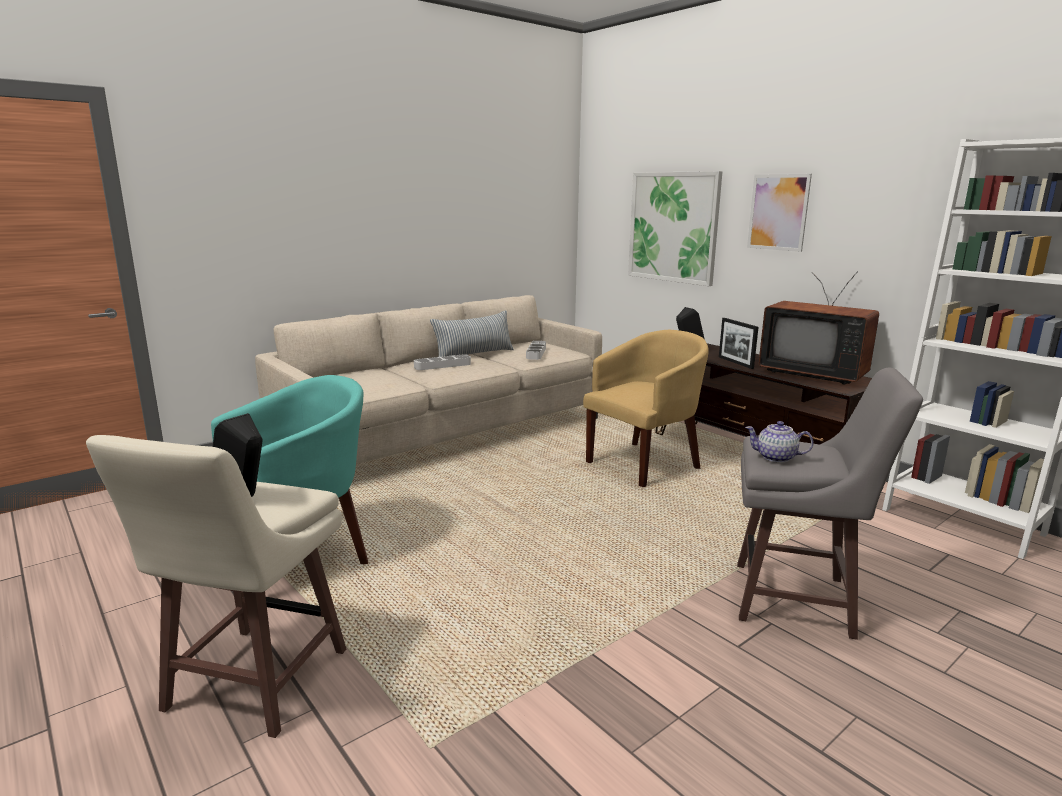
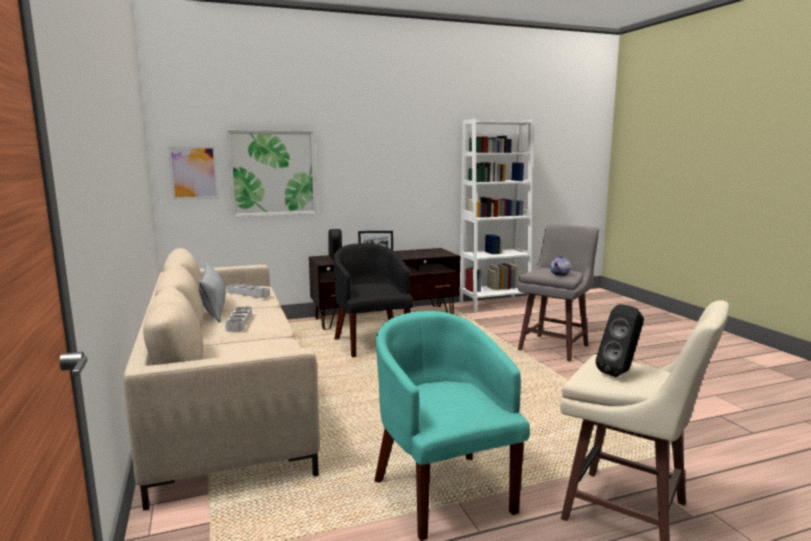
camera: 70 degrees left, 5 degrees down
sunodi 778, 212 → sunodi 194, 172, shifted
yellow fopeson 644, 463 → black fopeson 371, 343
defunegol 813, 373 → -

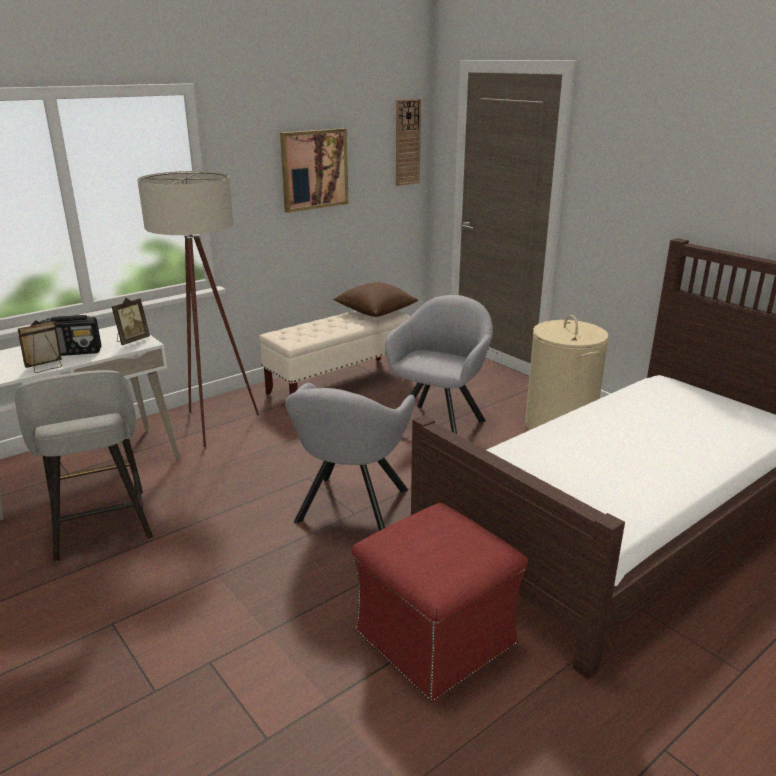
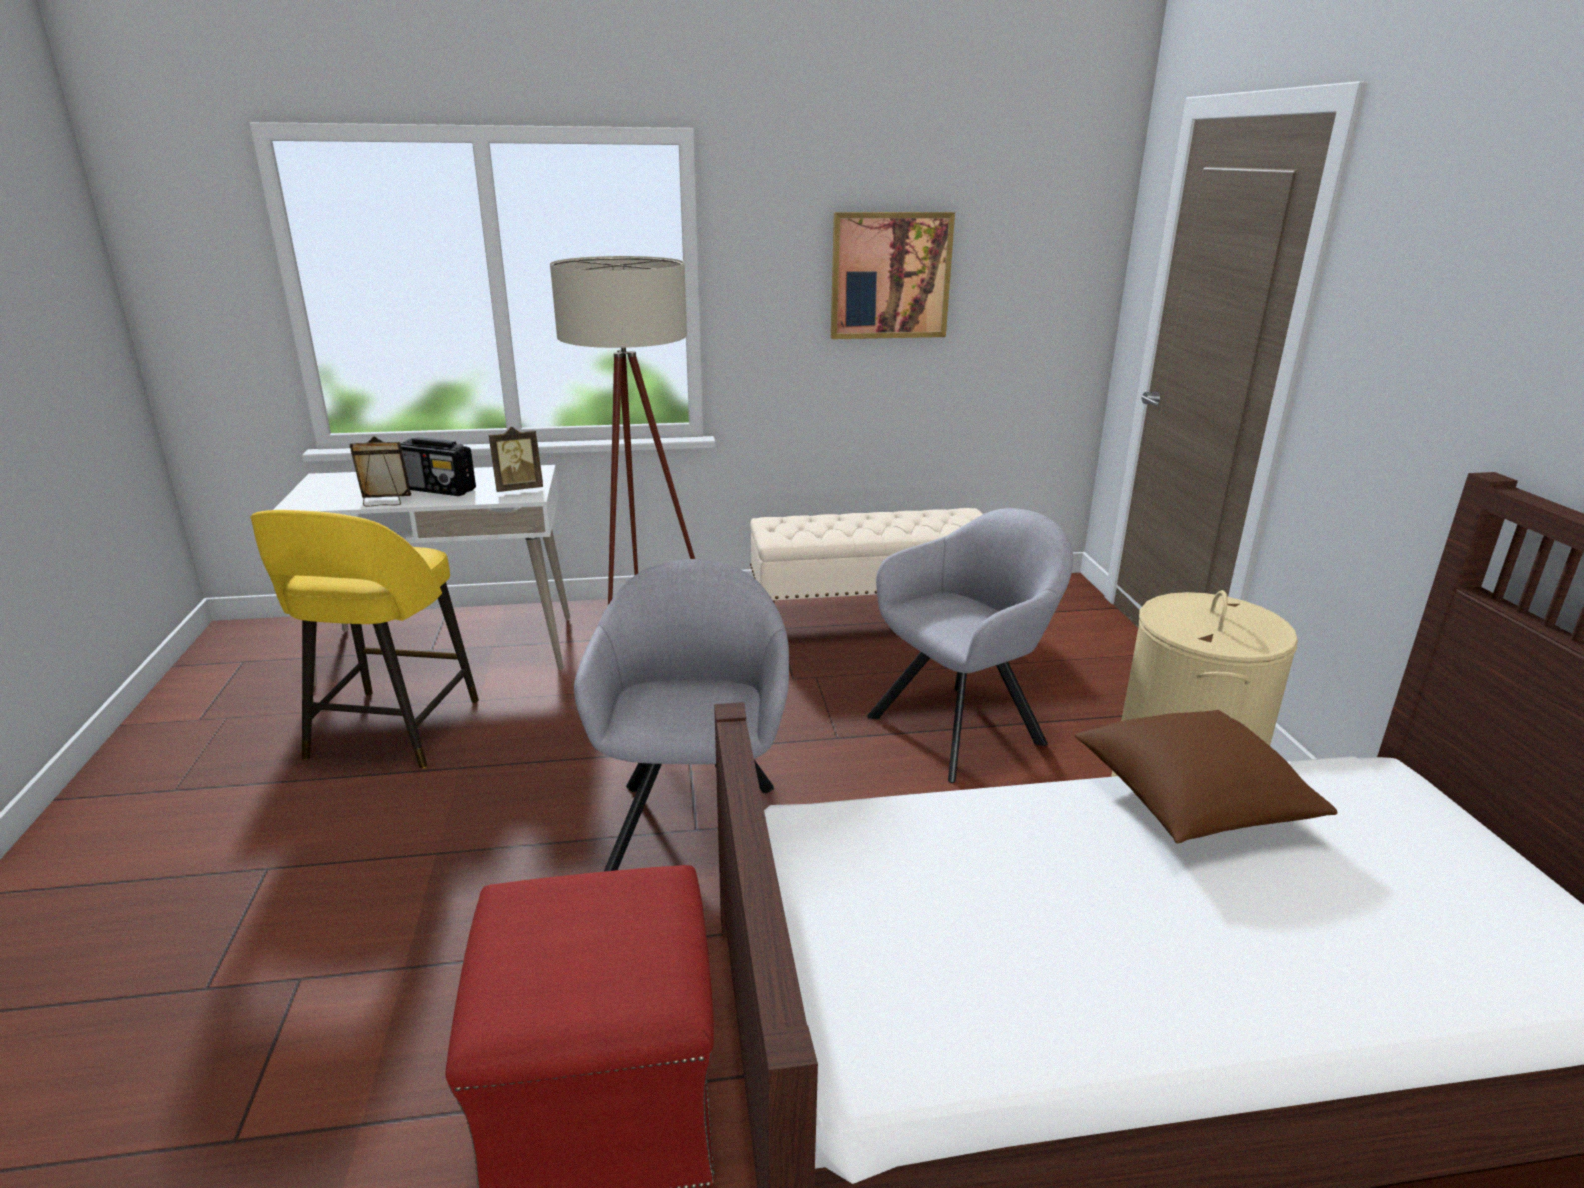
camera: 30 degrees right, 0 degrees up
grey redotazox 101, 527 → yellow redotazox 391, 731
grey fopeson 350, 509 → grey fopeson 696, 820, 135 degrees clockwise
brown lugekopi 375, 312 → brown lugekopi 1190, 802, shifted
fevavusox 407, 142 → -

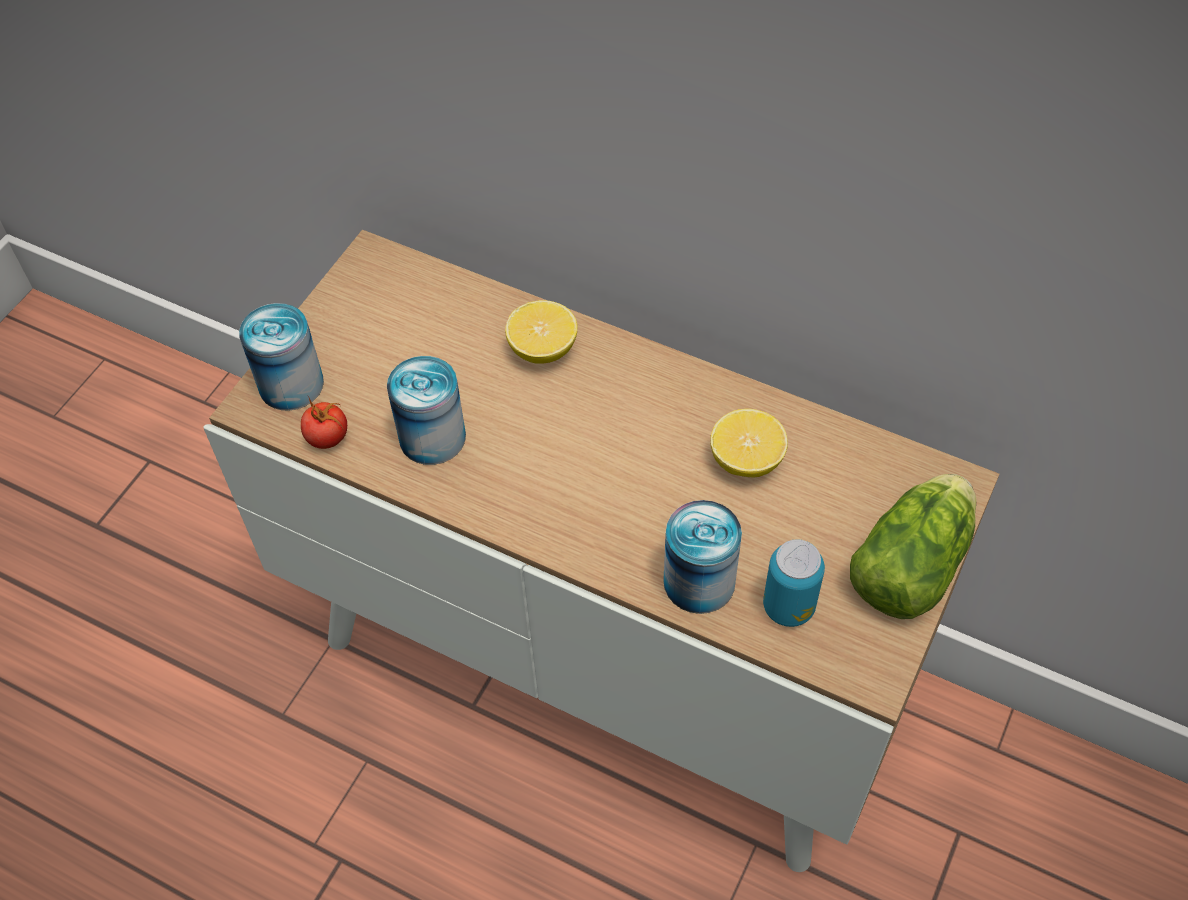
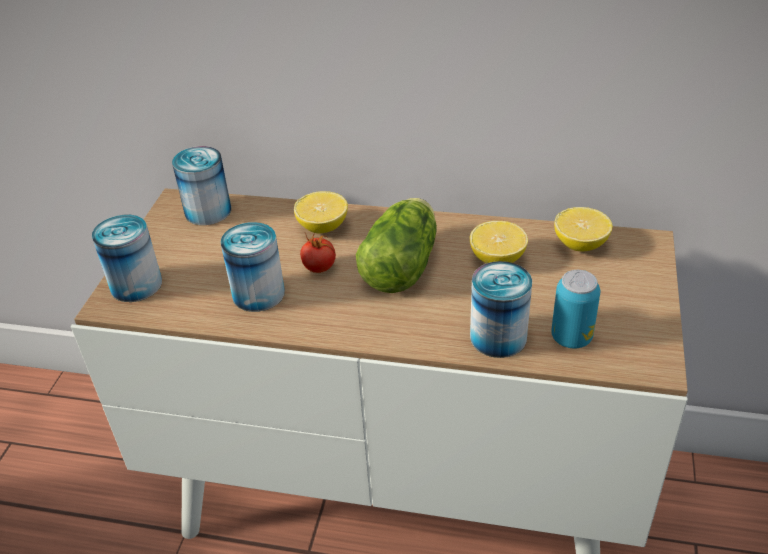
camera: 15 degrees left, 15 degrees down
- → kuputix 208, 211
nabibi 328, 438 → nabibi 319, 268, shifted
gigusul 914, 562 → gigusul 403, 263, shifted
- → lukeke 580, 245

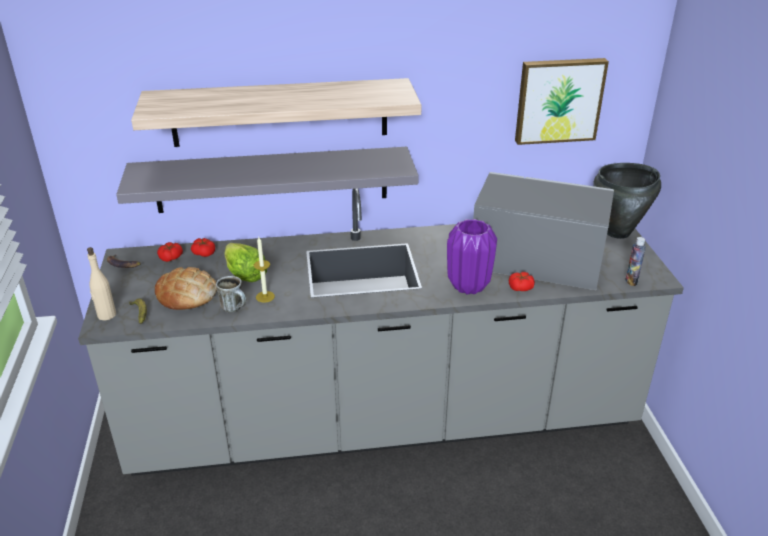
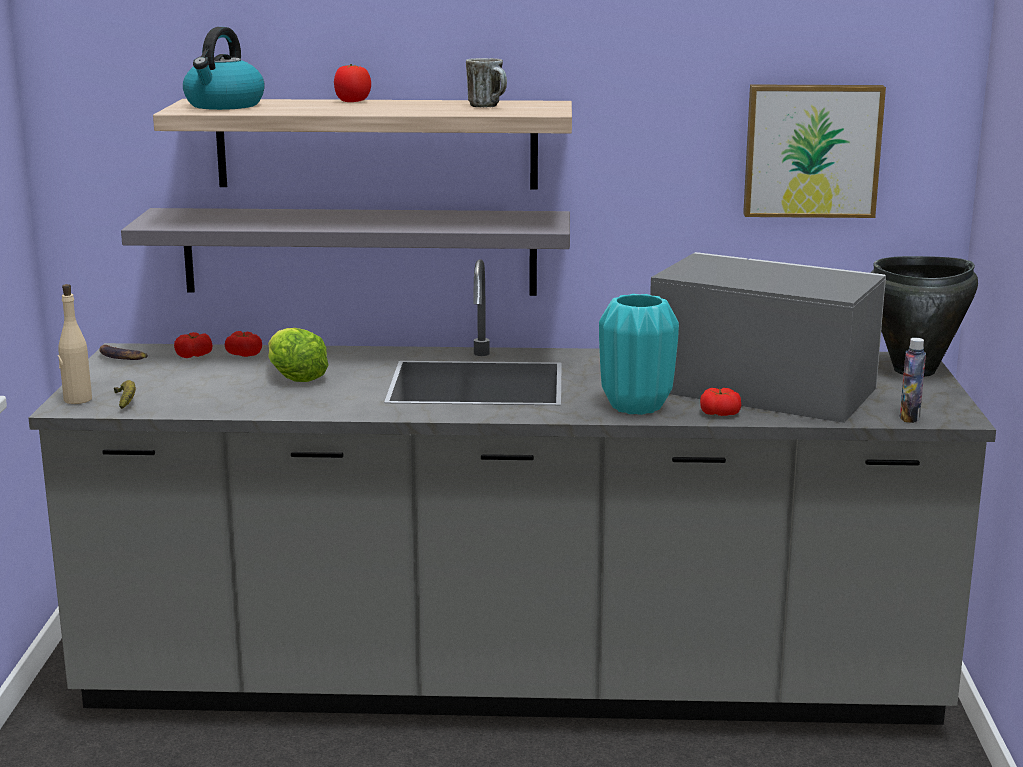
camera: 10 degrees right, 15 degrees down
- → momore 224, 105
- → nabibi 352, 102
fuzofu 235, 308 → fuzofu 489, 106, shifted
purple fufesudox 468, 285 → turquoise fufesudox 636, 406
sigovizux 187, 294 → -
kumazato 265, 296 → -

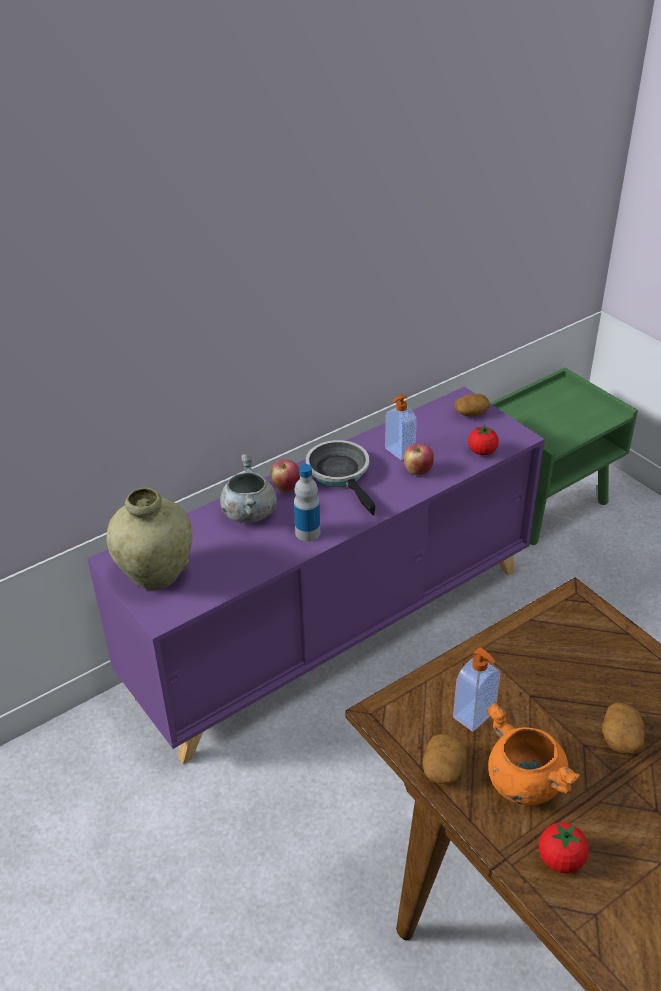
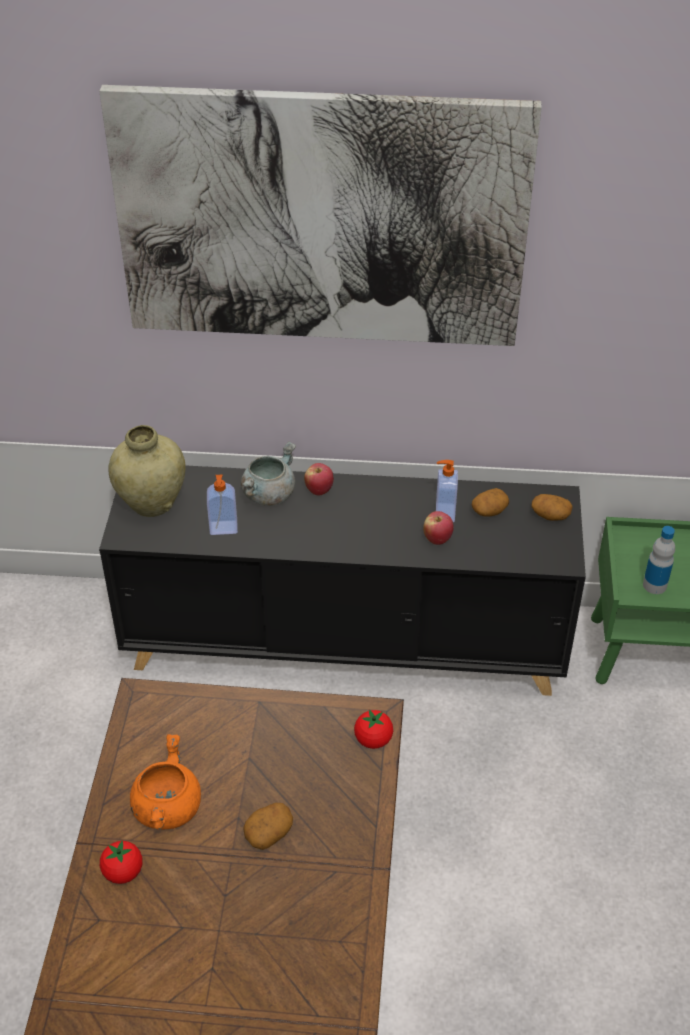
camera: 40 degrees right, 5 degrees up
- → sunodi 321, 220
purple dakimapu 334, 628 → black dakimapu 346, 642
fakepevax 475, 715 → fakepevax 223, 528, shifted
nabibi 482, 452 → nabibi 373, 739, shifted
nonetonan 443, 769 → nonetonan 489, 511, shifted
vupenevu 307, 533 → vupenevu 654, 585, shifted
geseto 341, 474 → -

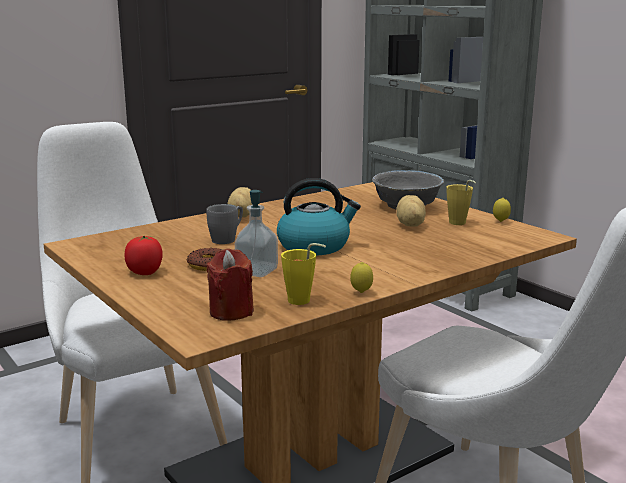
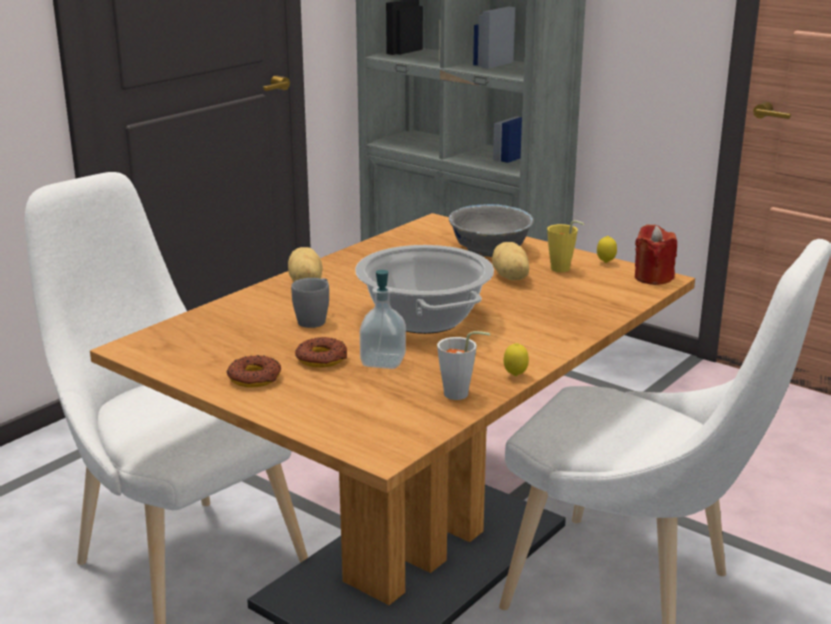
camera: 15 degrees left, 5 degrees up
nabibi 145, 272 → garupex 254, 378
momore 315, 246 → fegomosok 423, 318
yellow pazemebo 303, 302 → grey pazemebo 461, 395
red kumazato 231, 311 → red kumazato 653, 278, shifted

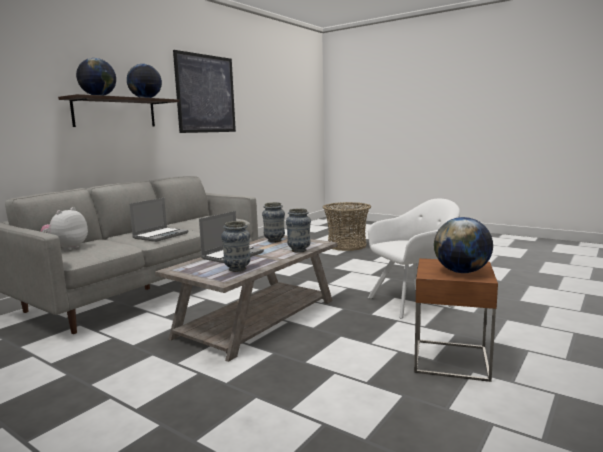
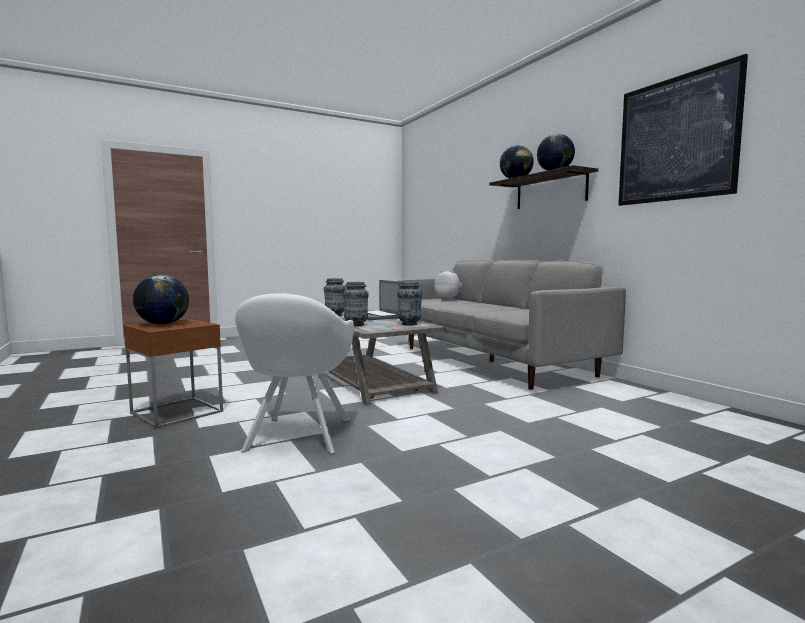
camera: 115 degrees right, 5 degrees down
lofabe 161, 235 → -
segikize 347, 245 → -

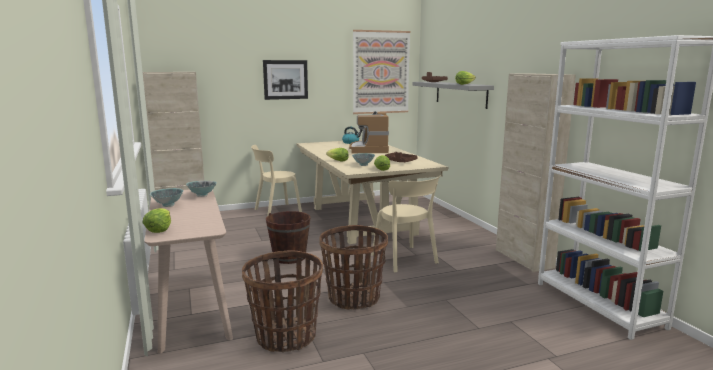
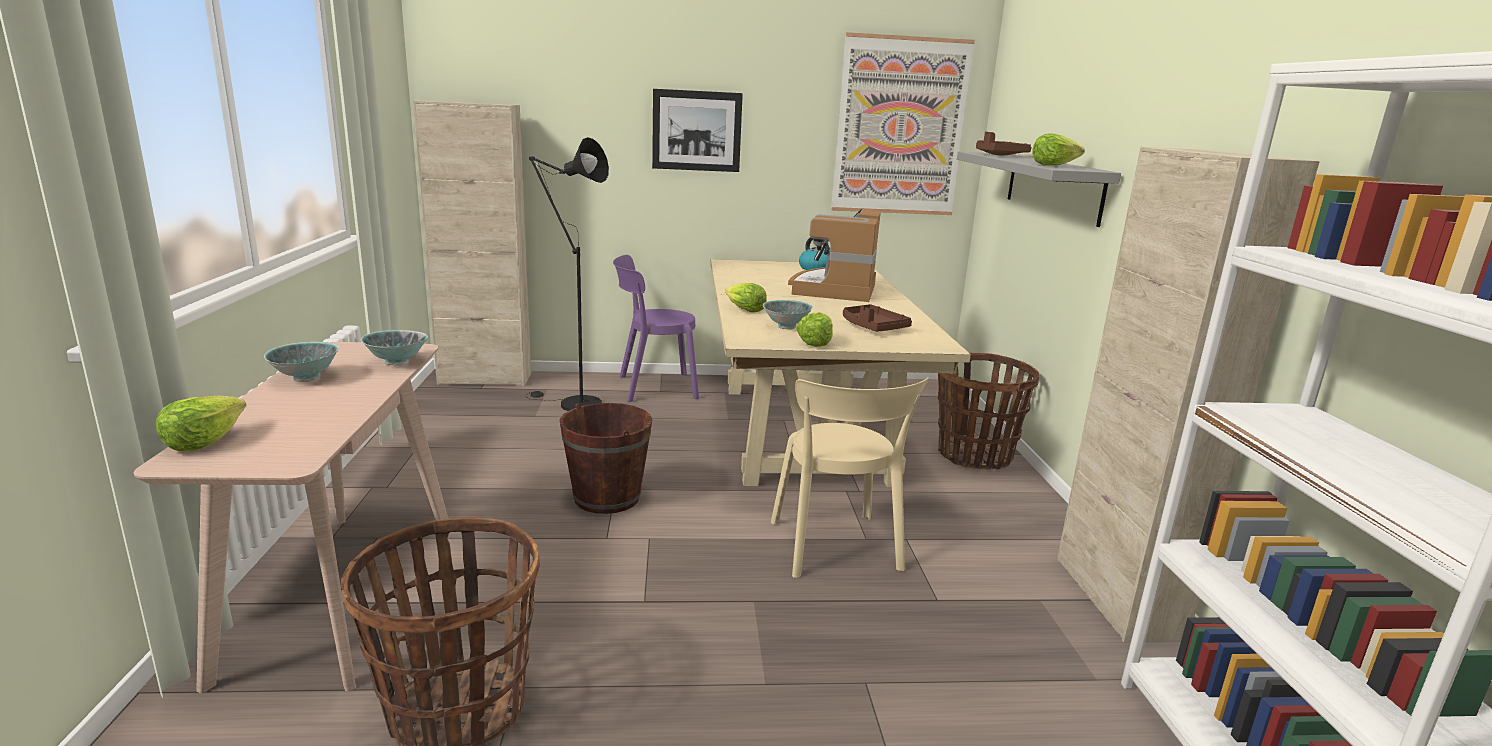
camera: 15 degrees right, 5 degrees up
- → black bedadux 573, 404
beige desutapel 275, 212 → purple desutapel 653, 387
segikize 353, 298 → segikize 974, 456, shifted

